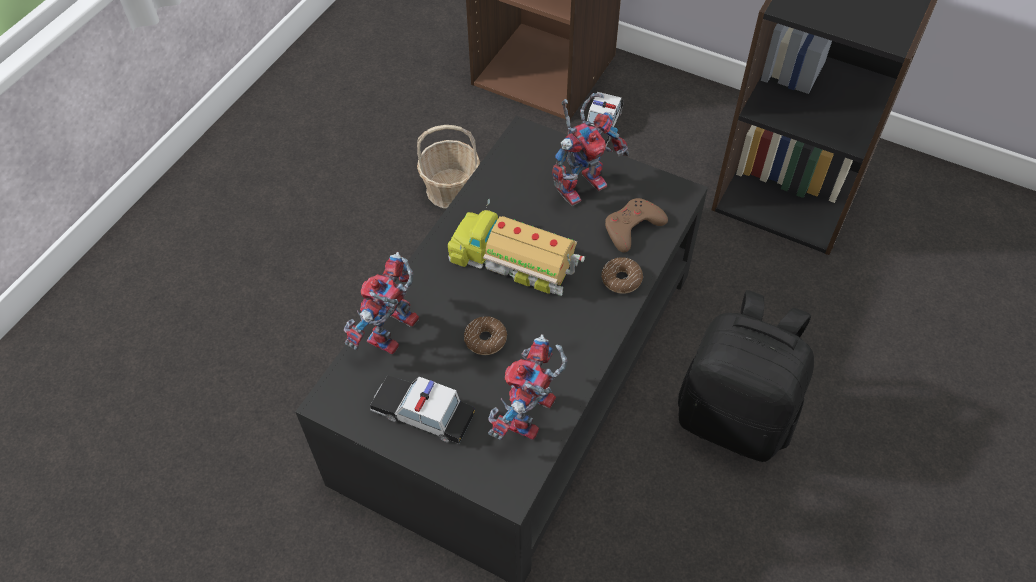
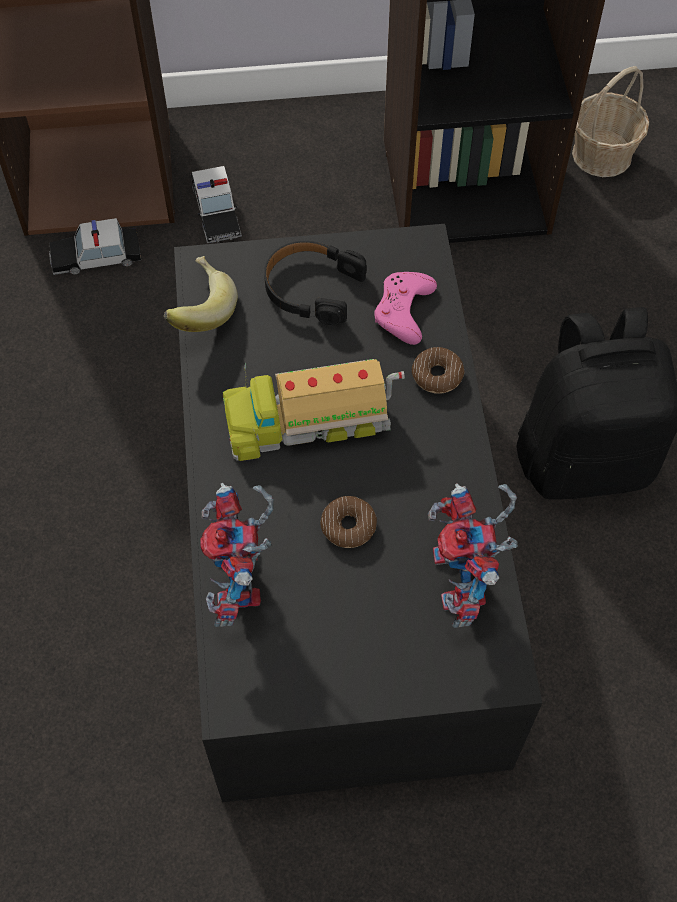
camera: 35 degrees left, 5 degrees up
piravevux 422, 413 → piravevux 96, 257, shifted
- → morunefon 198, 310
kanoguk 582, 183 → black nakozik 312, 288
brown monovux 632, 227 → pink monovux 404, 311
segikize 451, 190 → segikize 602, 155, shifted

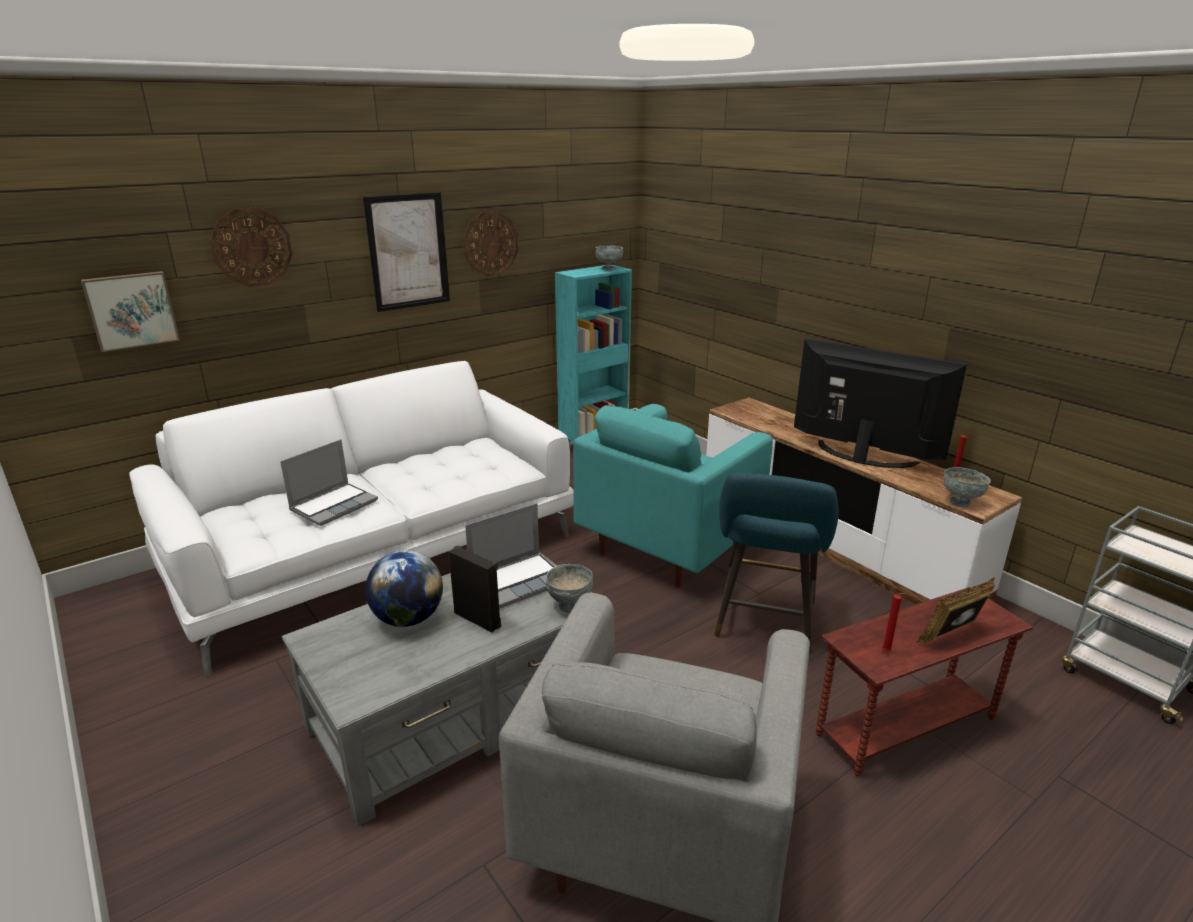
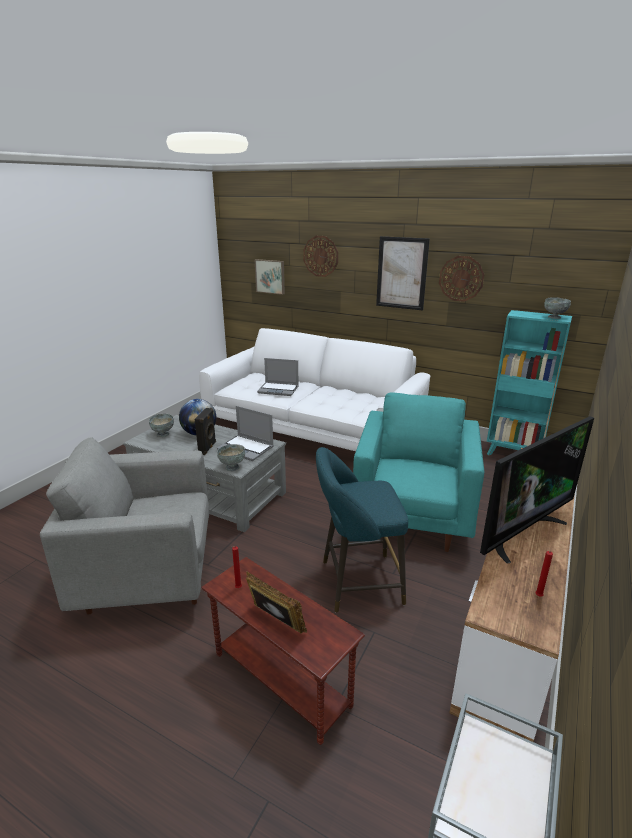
camera: 65 degrees right, 0 degrees up
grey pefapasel 960, 502 → grey pefapasel 163, 434, shifted
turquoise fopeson 668, 547 → turquoise fopeson 412, 518, 90 degrees clockwise
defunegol 862, 458 → defunegol 521, 532, 45 degrees clockwise

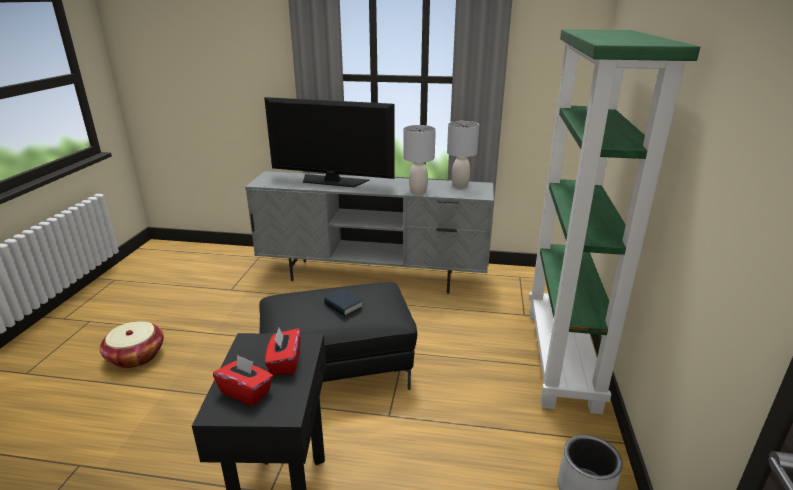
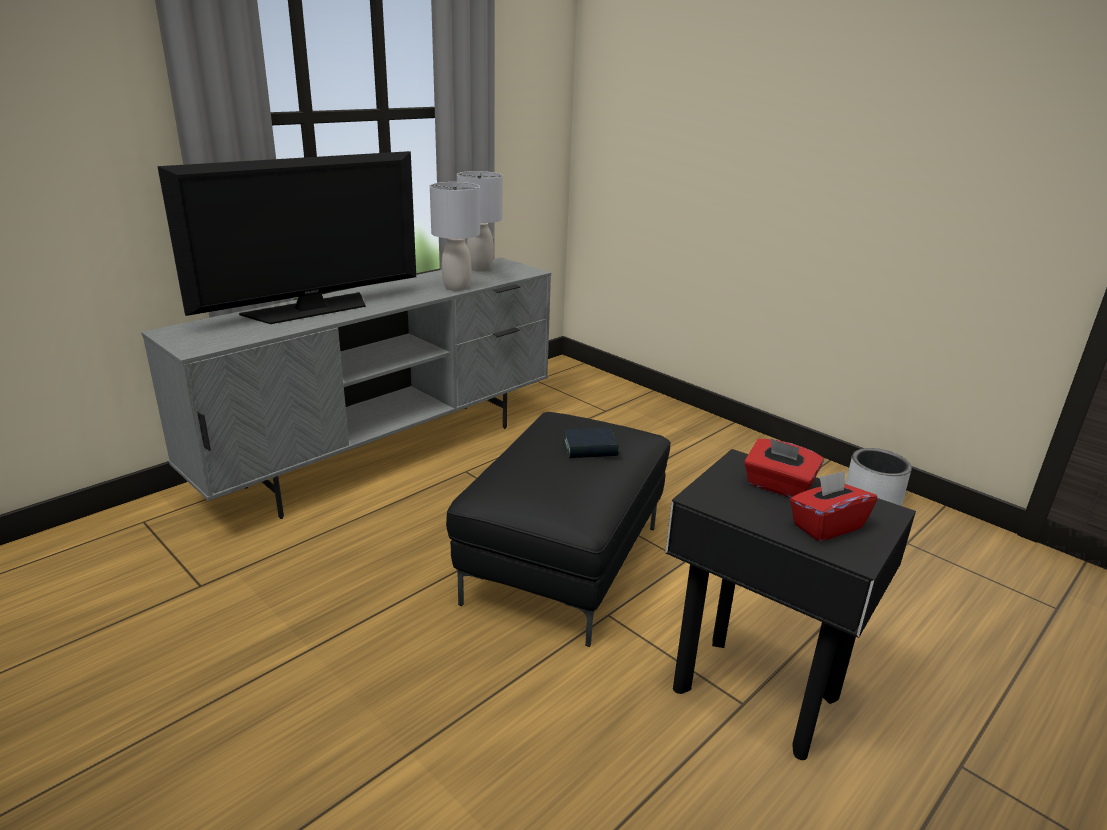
camera: 55 degrees left, 0 degrees up
segikize 136, 356 → -
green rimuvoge 562, 357 → -

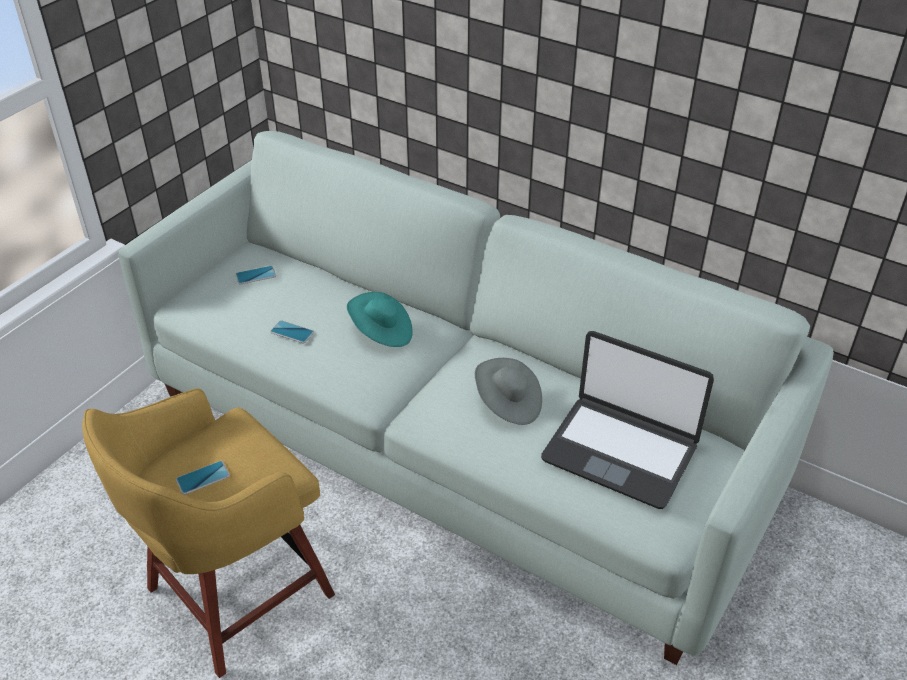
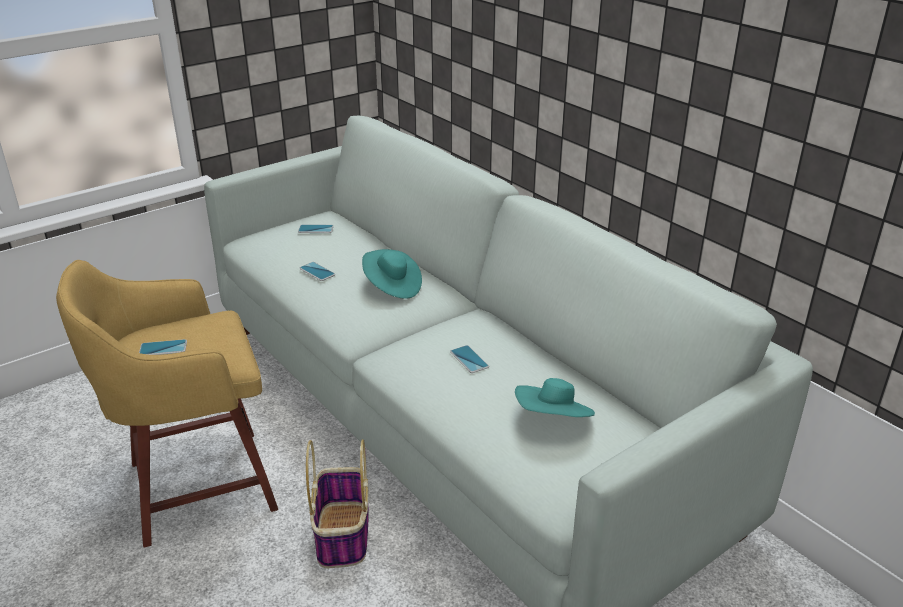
camera: 20 degrees right, 10 degrees down
- → segikize 343, 536
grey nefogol 508, 404 → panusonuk 469, 359
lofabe 620, 451 → turquoise nefogol 553, 420

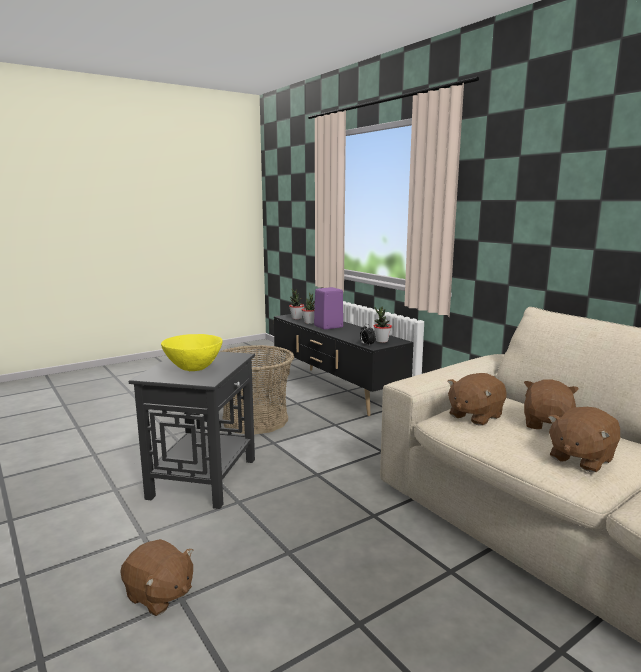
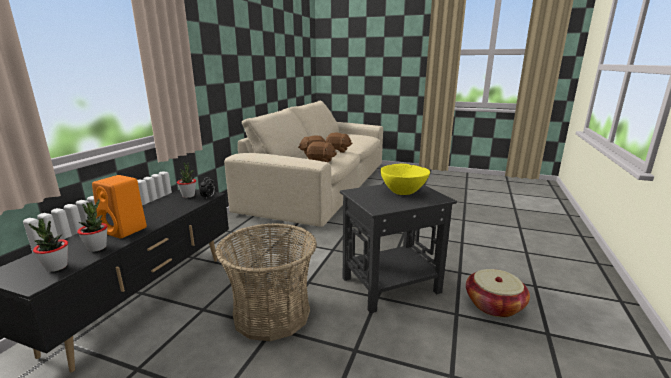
camera: 125 degrees left, 5 degrees up
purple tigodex 327, 326 → orange tigodex 125, 230
- → segikize 494, 305
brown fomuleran 159, 595 → -

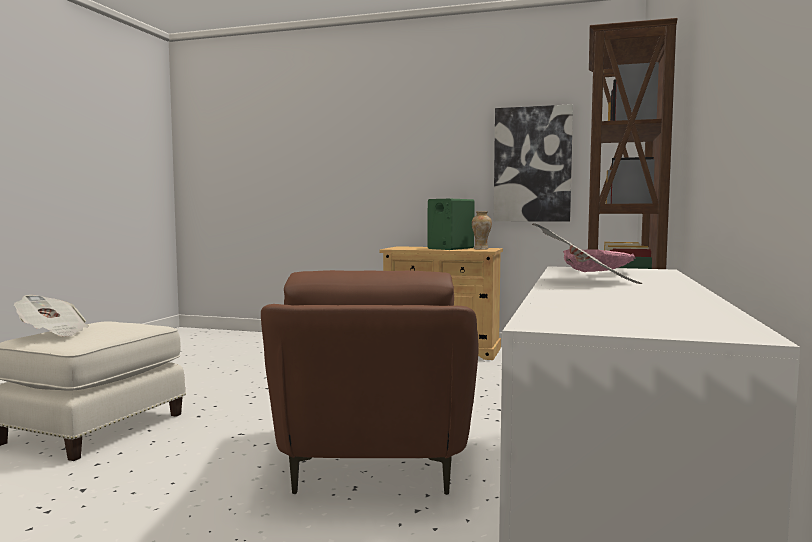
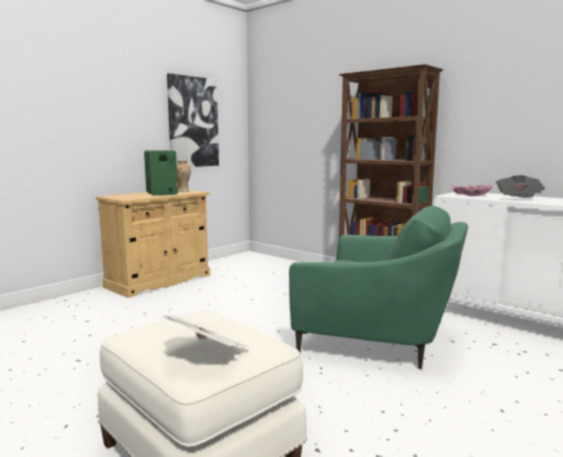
camera: 65 degrees left, 5 degrees up
brown fopeson 375, 461 → green fopeson 378, 339

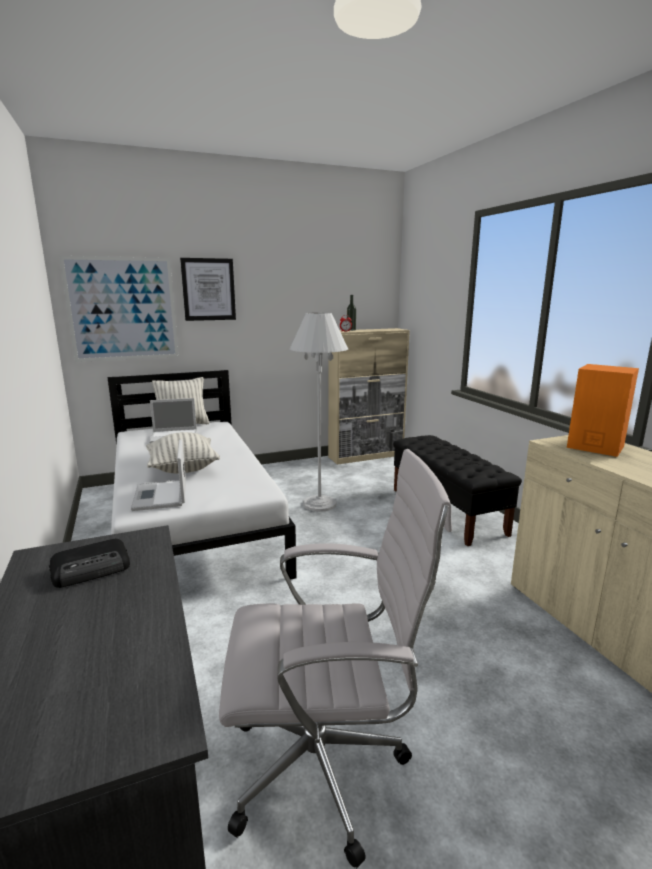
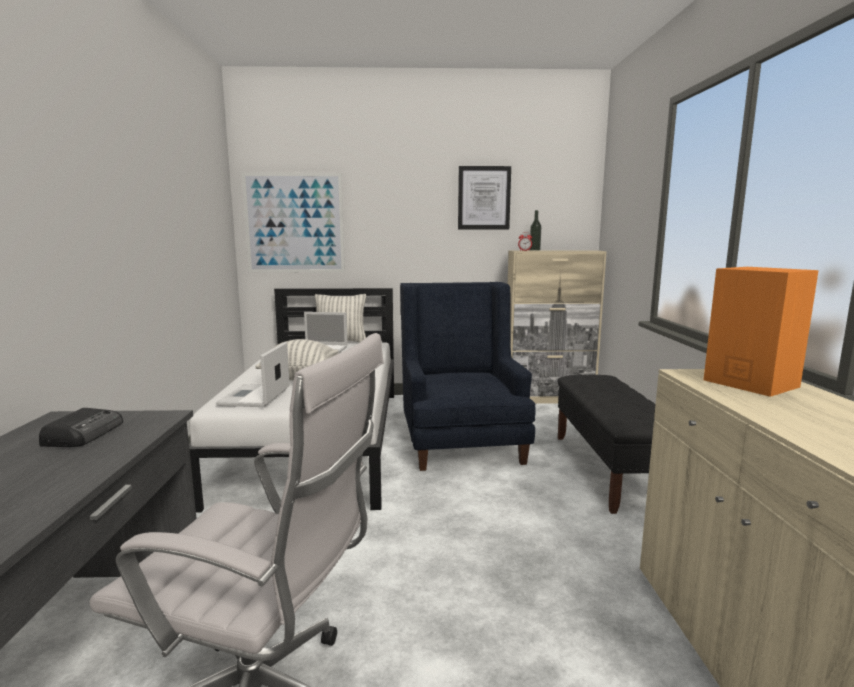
camera: 20 degrees right, 5 degrees down
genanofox 92, 568 → genanofox 85, 433, 75 degrees counterclockwise
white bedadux 319, 504 → blue fopeson 460, 440
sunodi 208, 289 → sunodi 484, 198, shifted

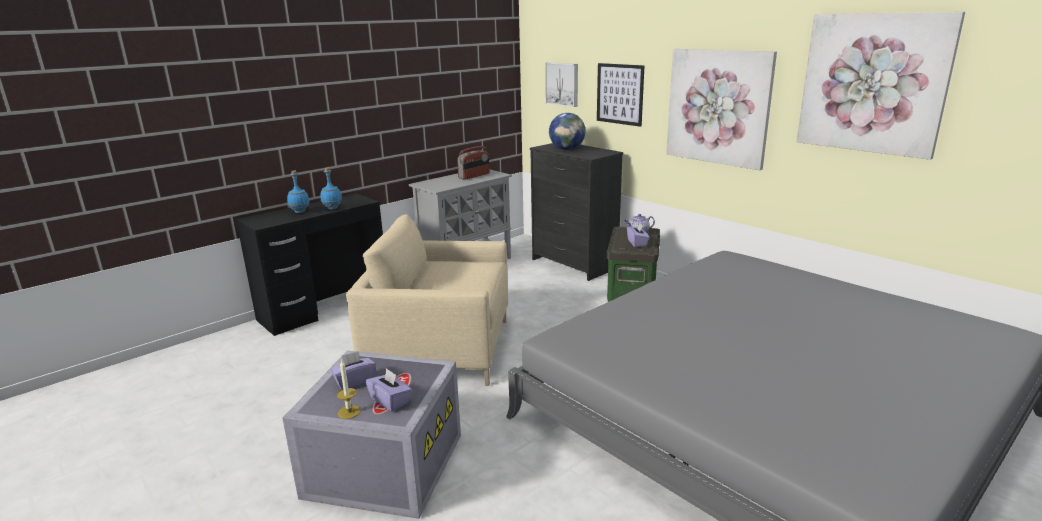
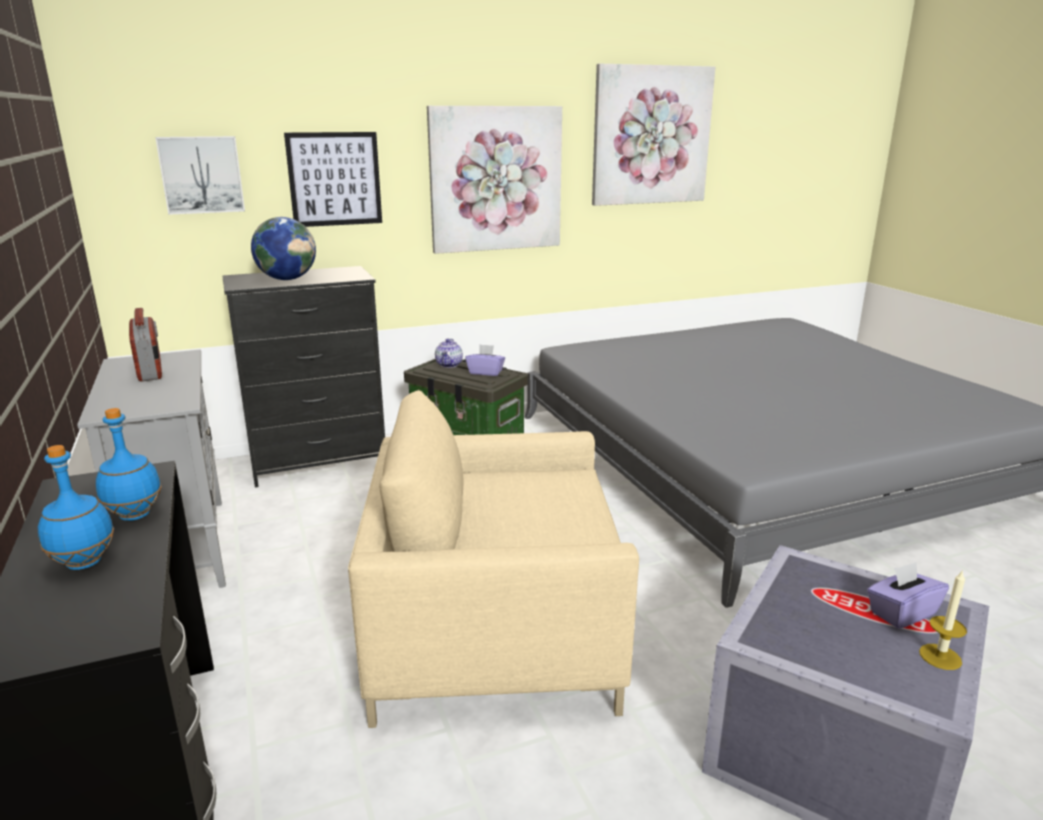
camera: 70 degrees left, 0 degrees up
beige fopeson 439, 348 → beige fopeson 493, 634, 60 degrees clockwise
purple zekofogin 354, 382 → -

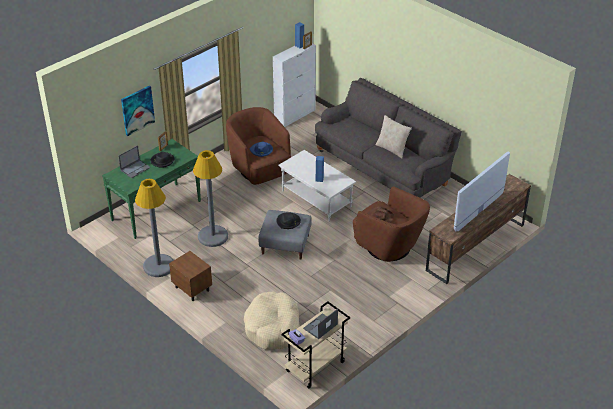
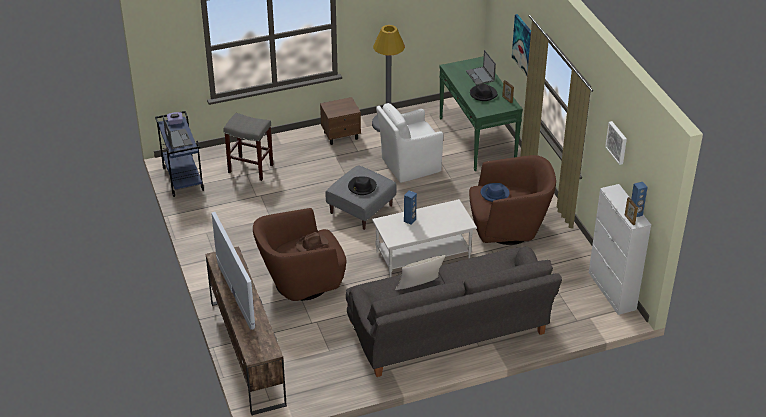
camera: 115 degrees right, 0 degrees up
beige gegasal 315, 367 → blue gegasal 182, 179
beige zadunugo 272, 327 → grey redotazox 251, 168
grey bedadux 213, 236 → white fopeson 409, 165
- → sunodi 617, 142

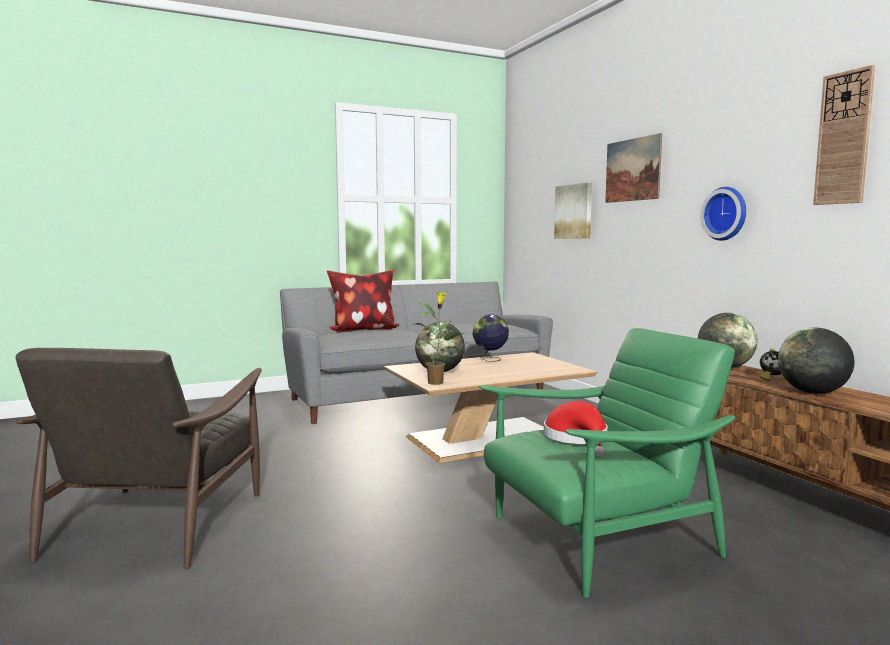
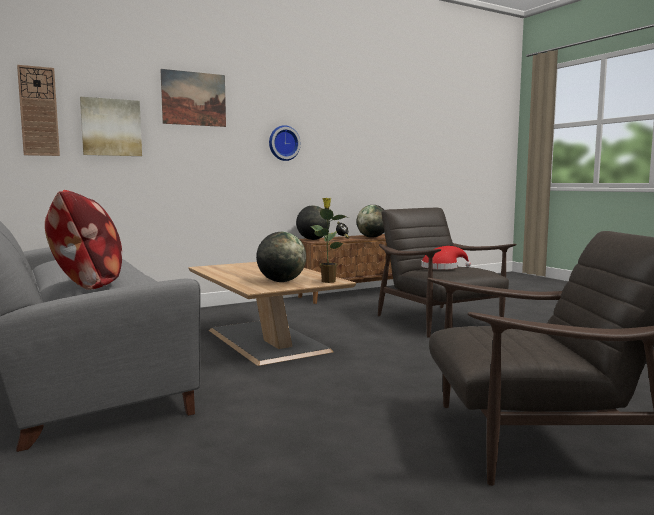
camera: 95 degrees left, 0 degrees up
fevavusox 844, 138 → fevavusox 38, 111, shifted
green fopeson 598, 538 → brown fopeson 440, 321
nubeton 490, 360 → -

